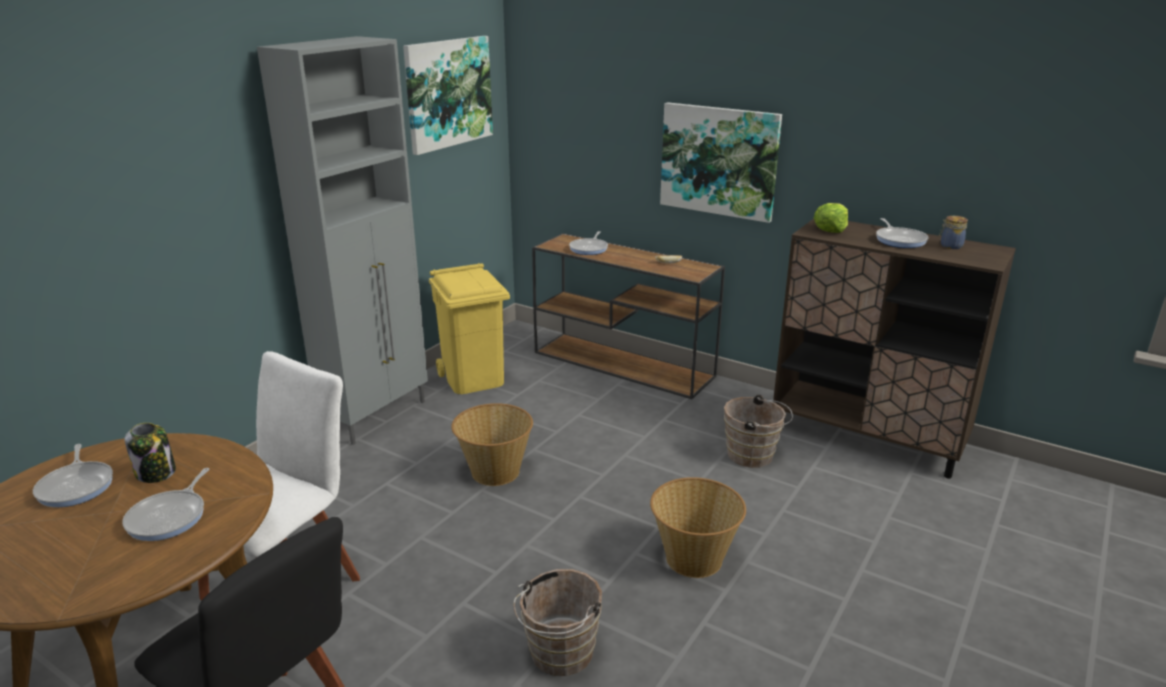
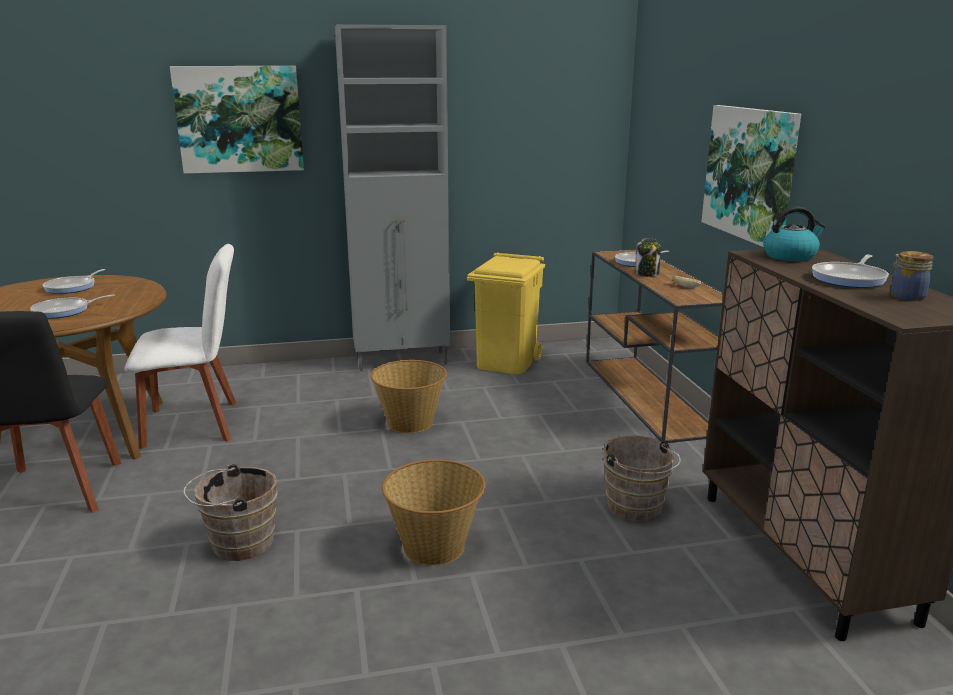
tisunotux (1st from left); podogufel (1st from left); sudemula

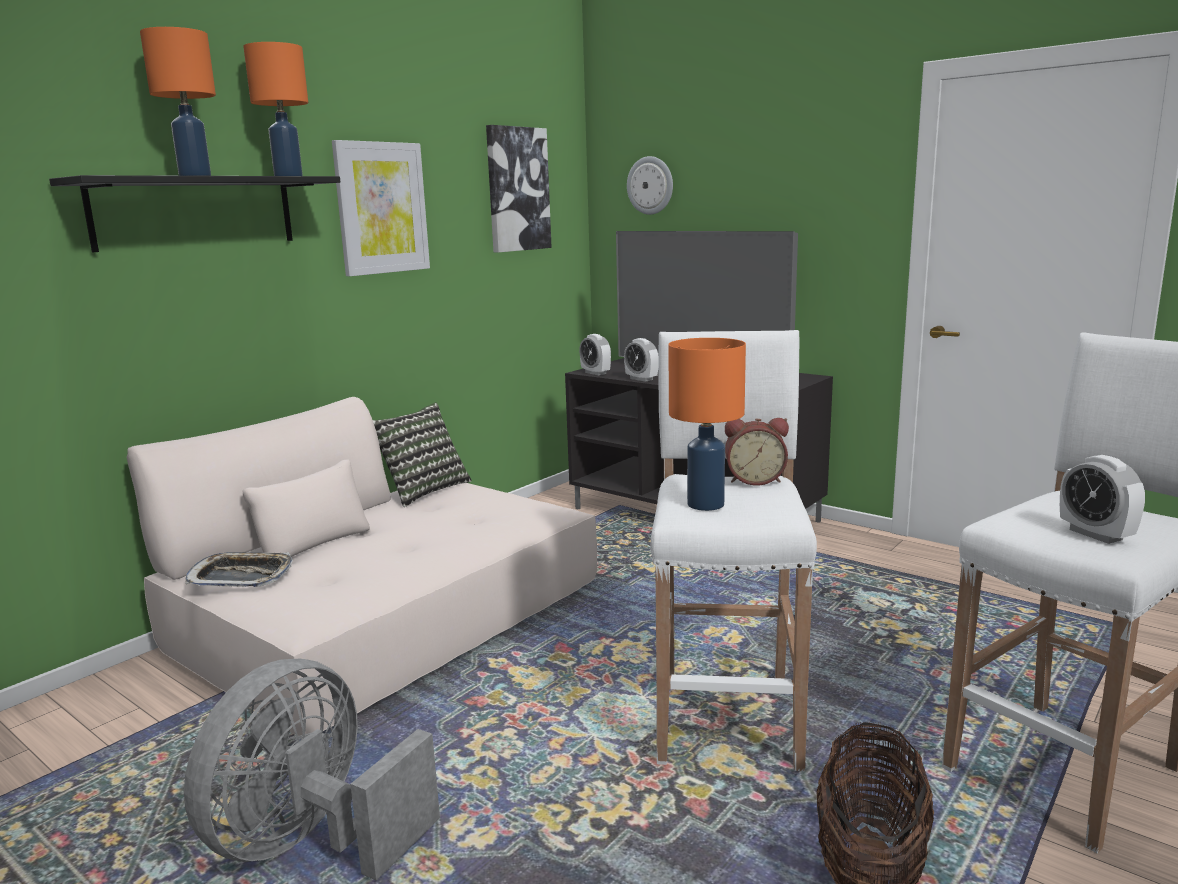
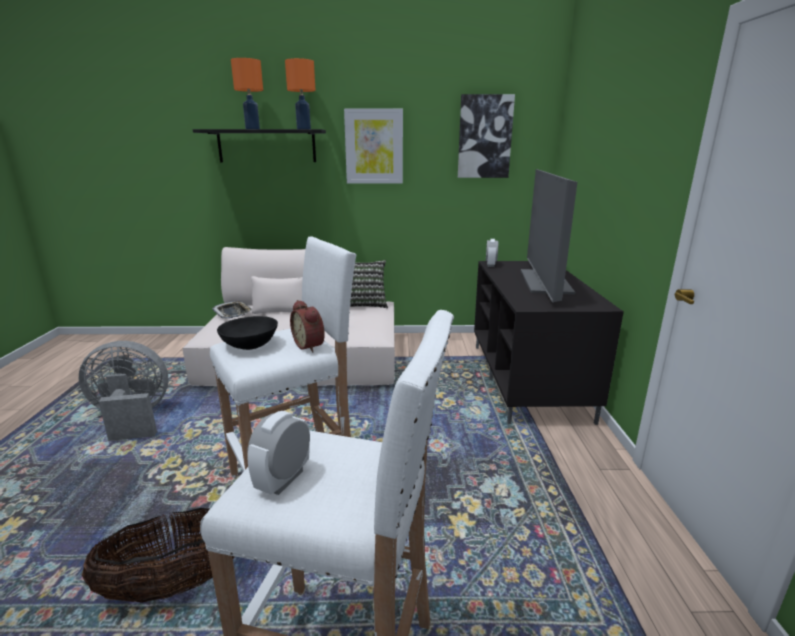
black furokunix; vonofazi (2nd from left in the first image); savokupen

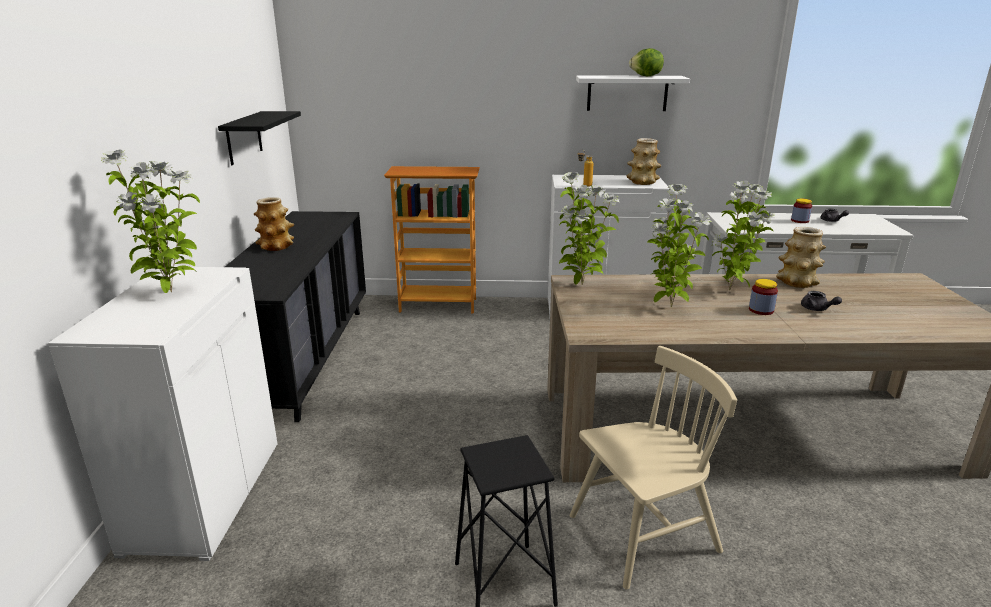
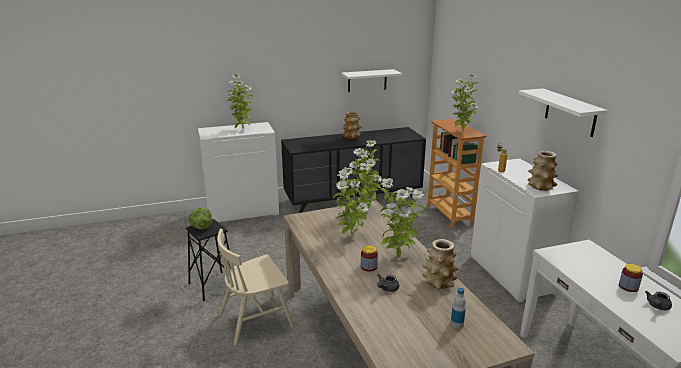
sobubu; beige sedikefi; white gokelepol (1st from left); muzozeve (5th from left); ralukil (1st from left)

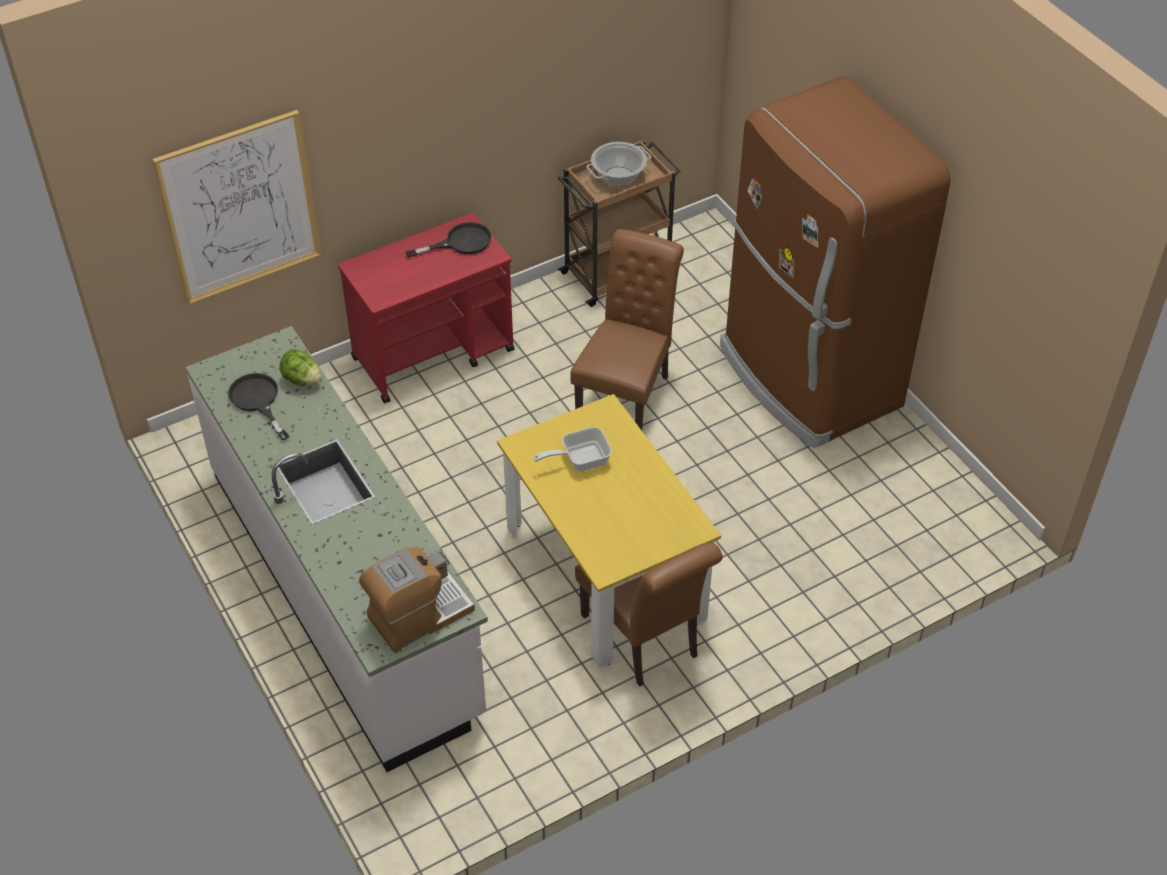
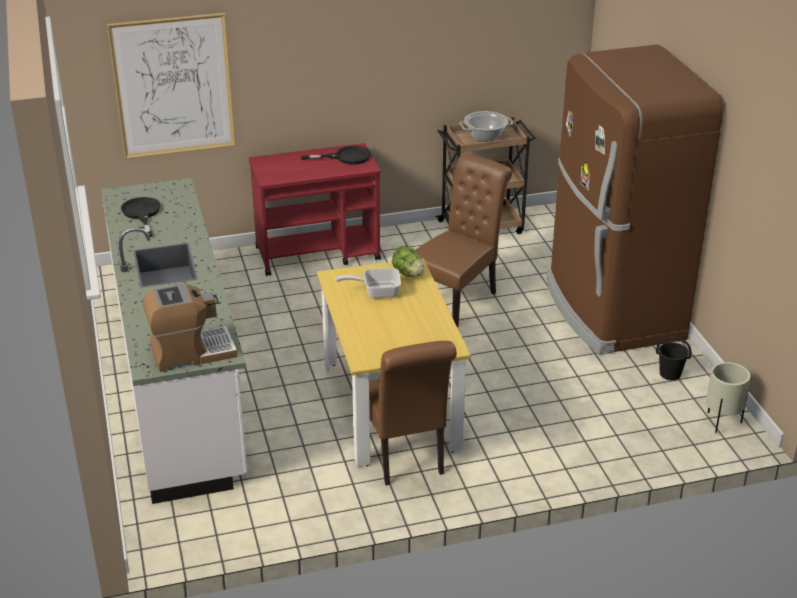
sobubu; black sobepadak; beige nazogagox

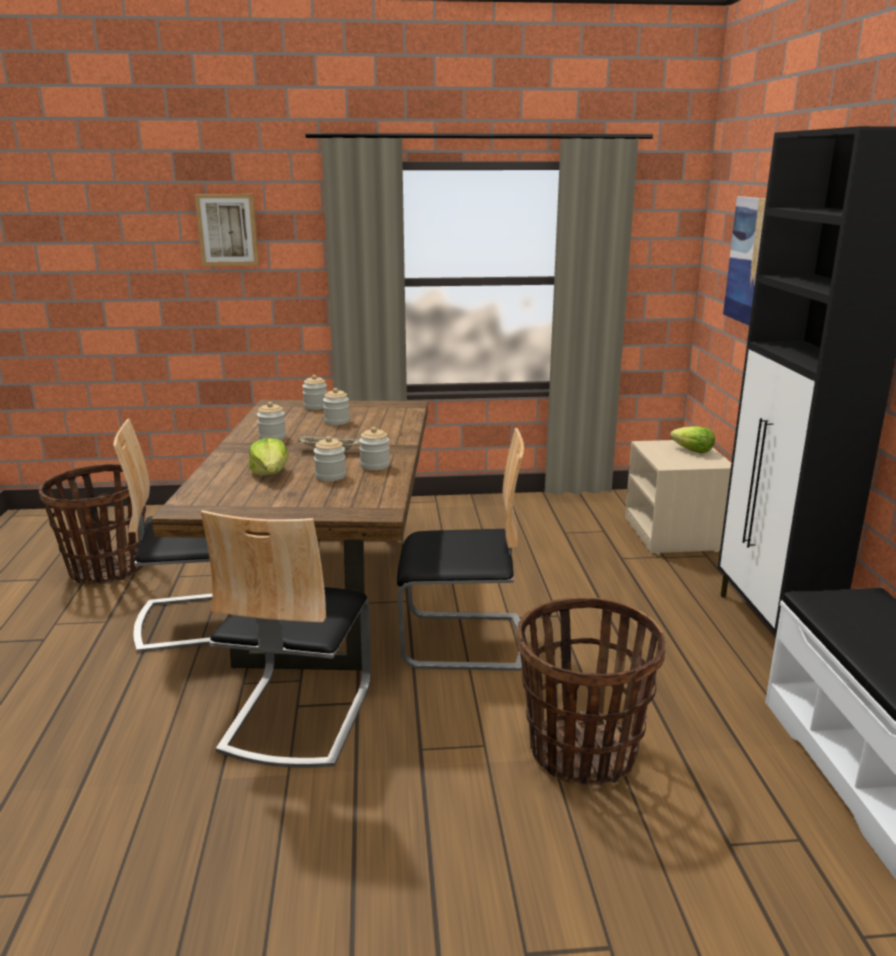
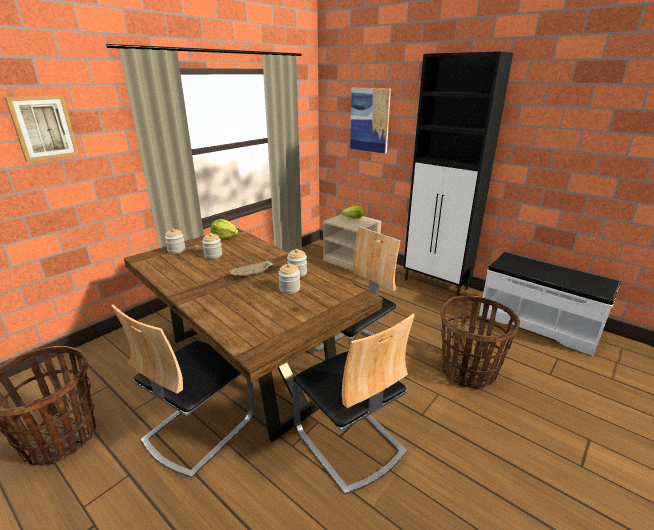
sobubu (1st from left); podogufel (1st from left in the first image)

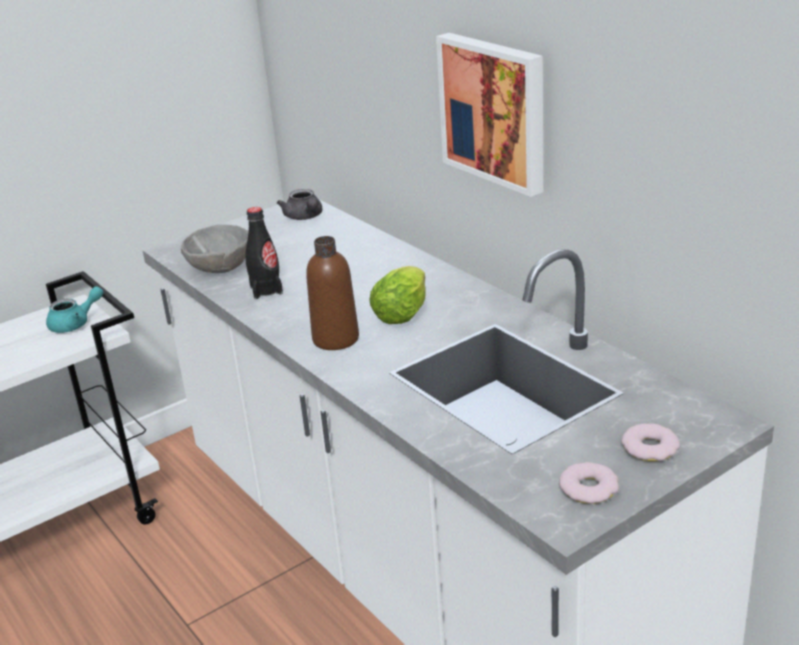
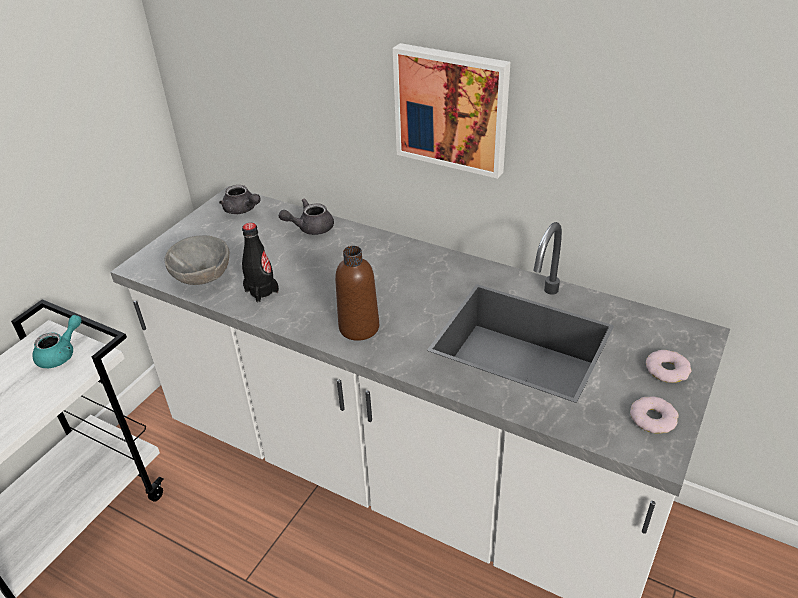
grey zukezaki (2nd from left); sobubu

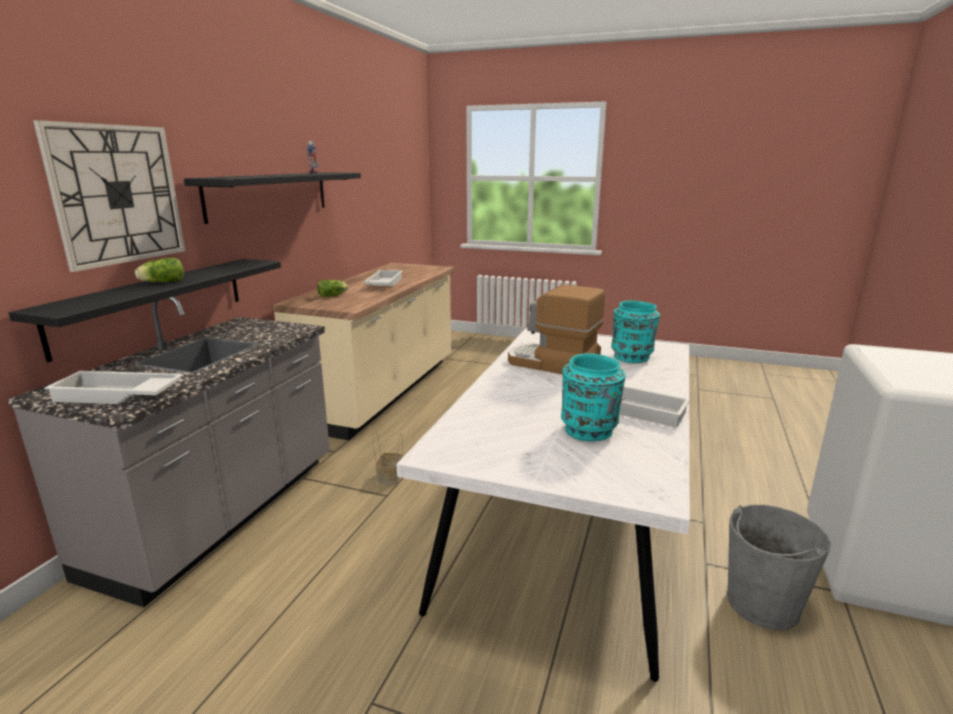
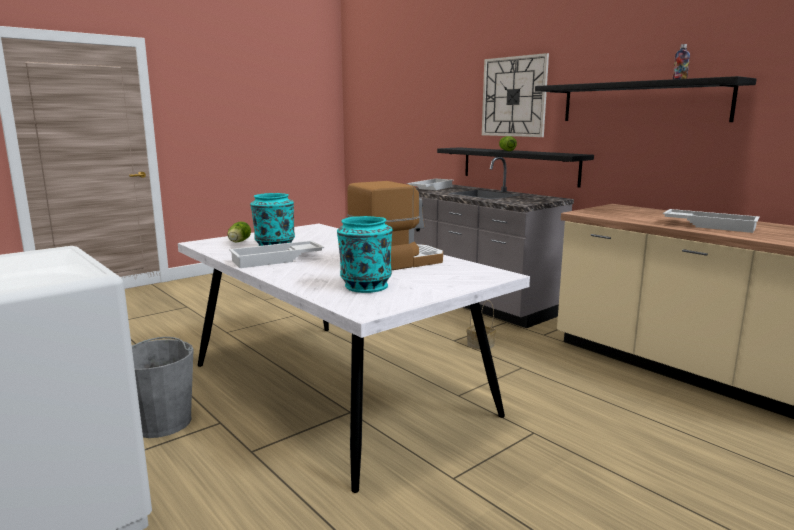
sobubu (1st from left)

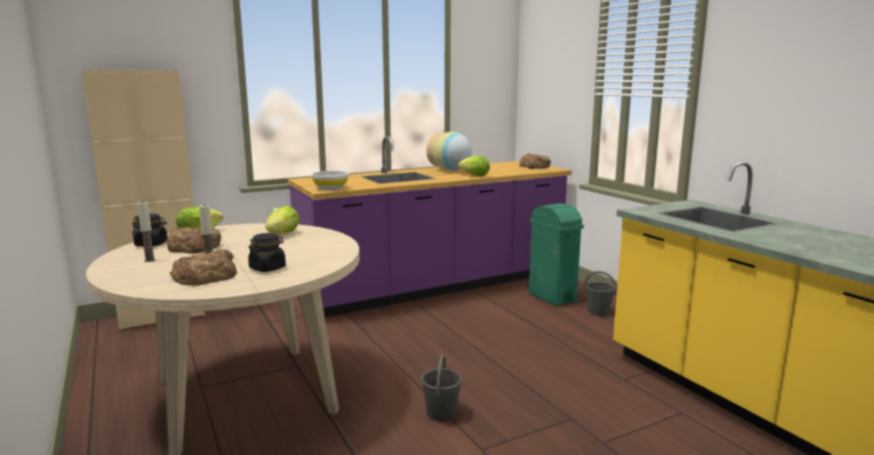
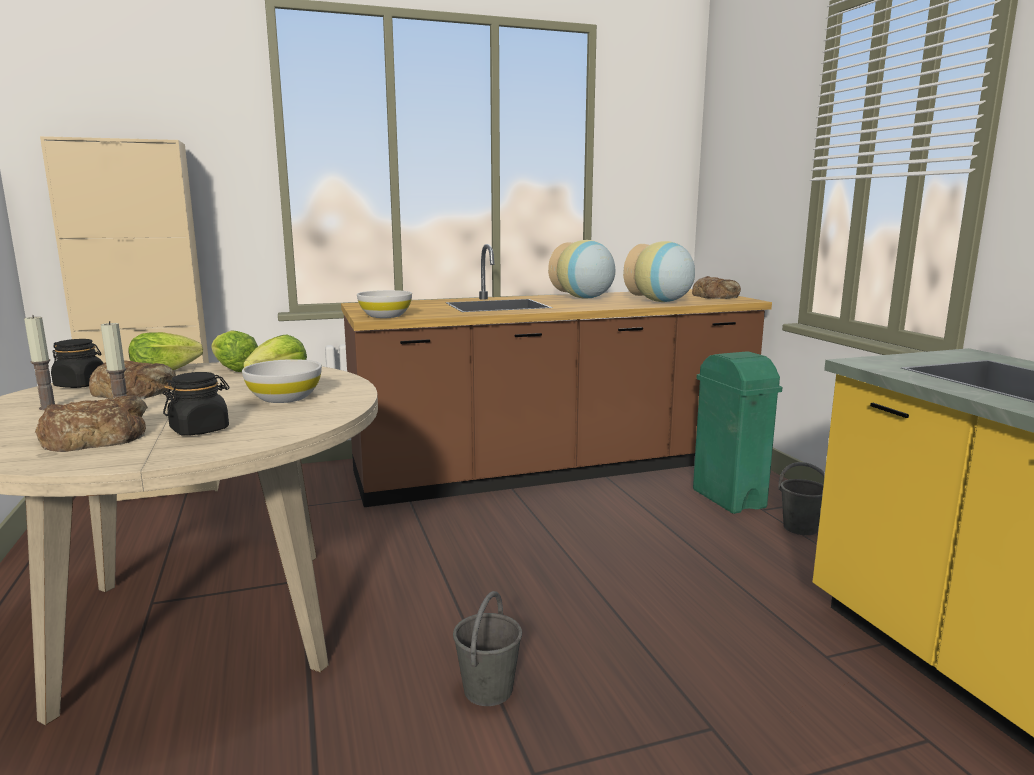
sobubu (2nd from left); white furokunix (1st from left); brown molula; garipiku (2nd from left)

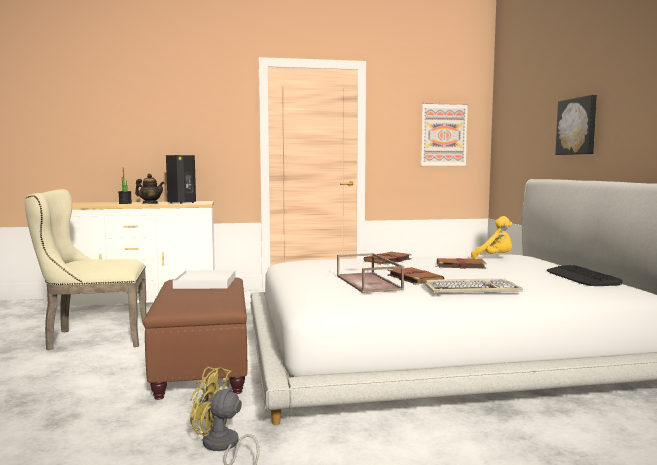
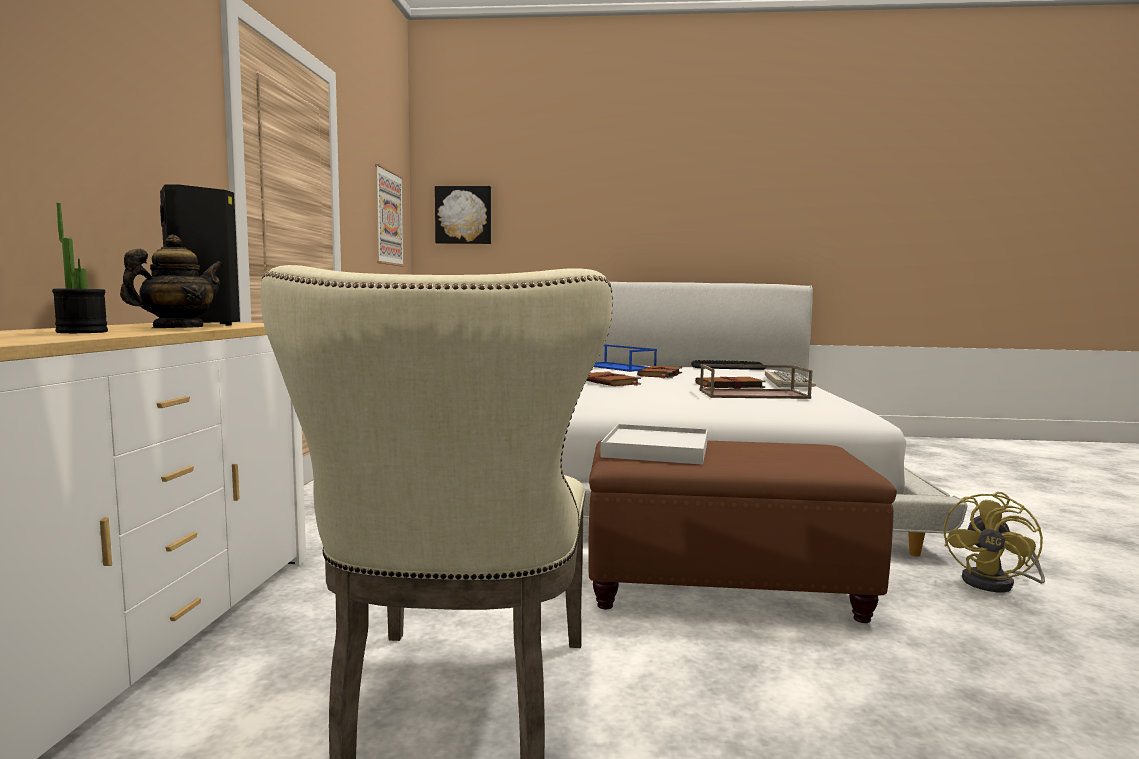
tisunotux (2nd from left); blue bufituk

